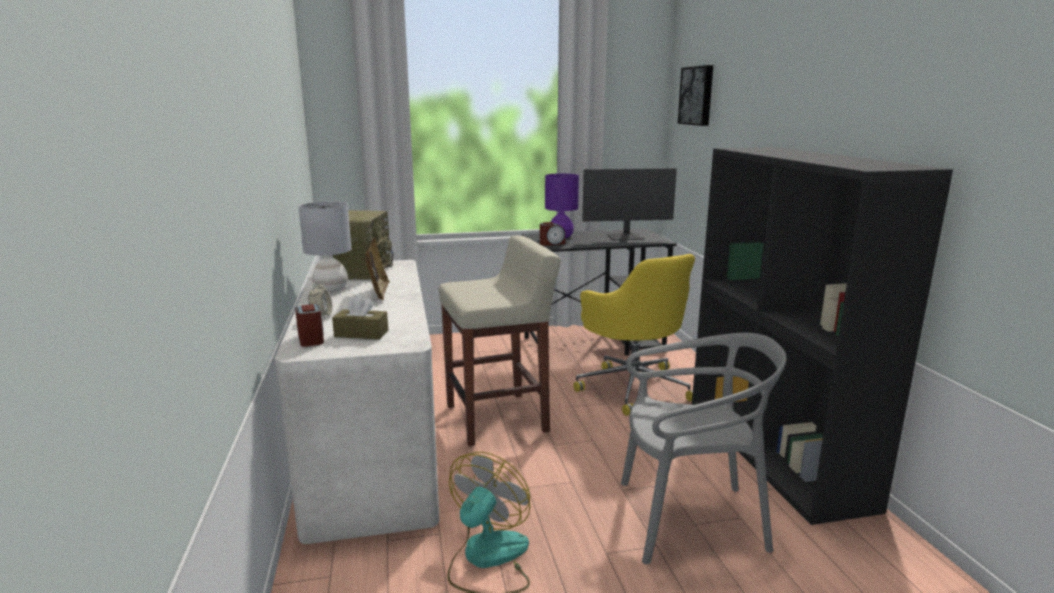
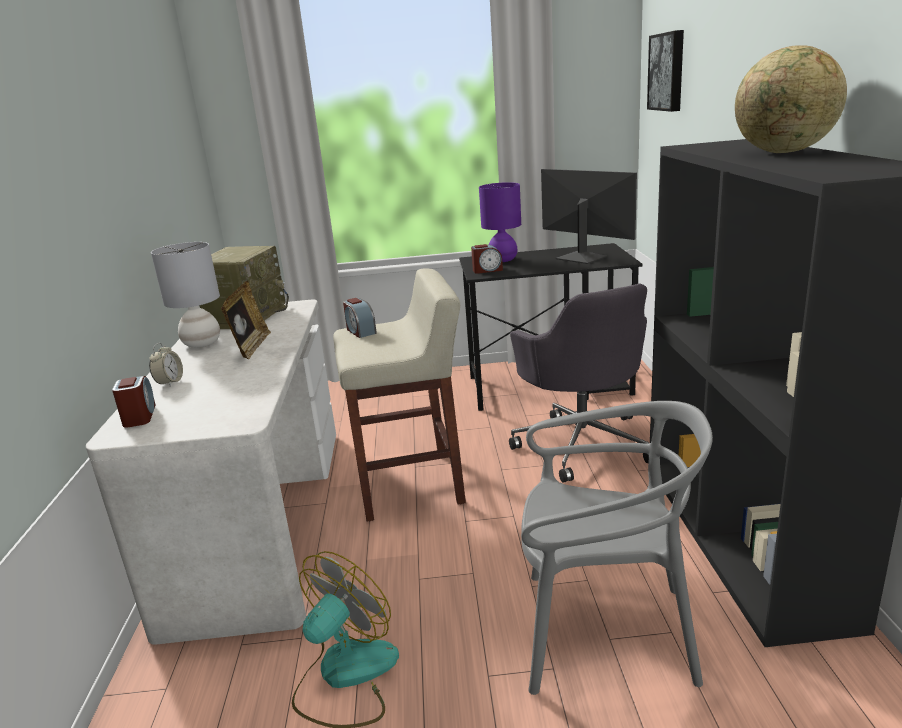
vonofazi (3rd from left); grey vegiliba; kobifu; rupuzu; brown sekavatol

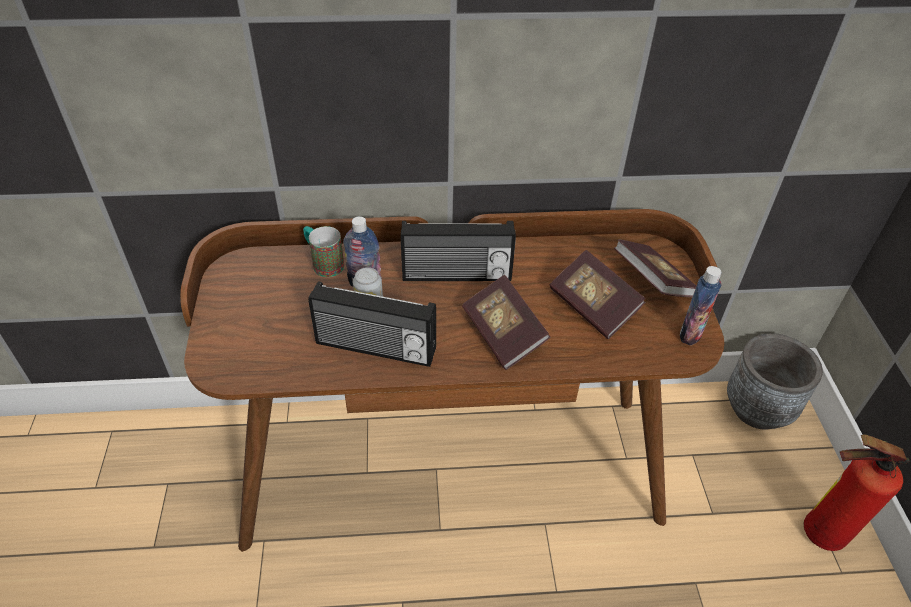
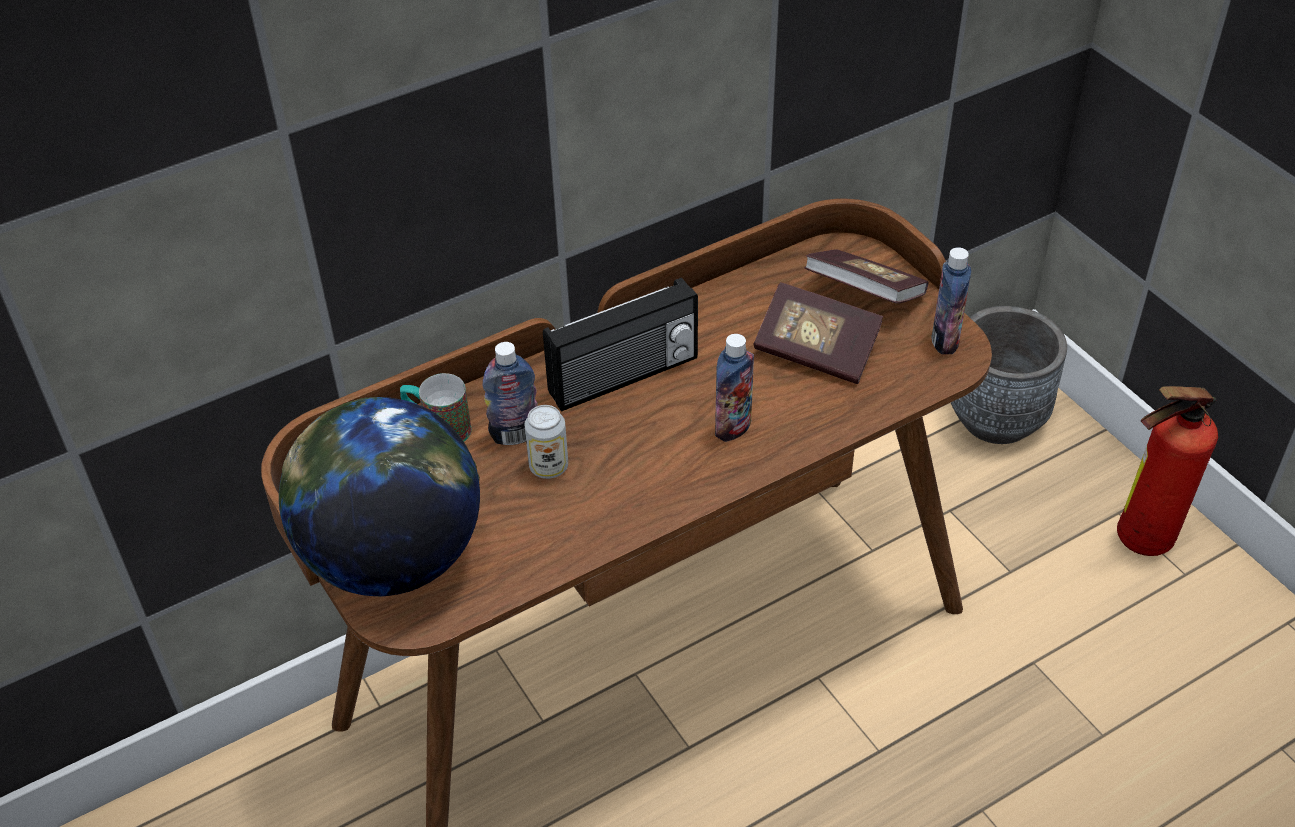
rupuzu; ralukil (2nd from left); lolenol (1st from left in the first image)

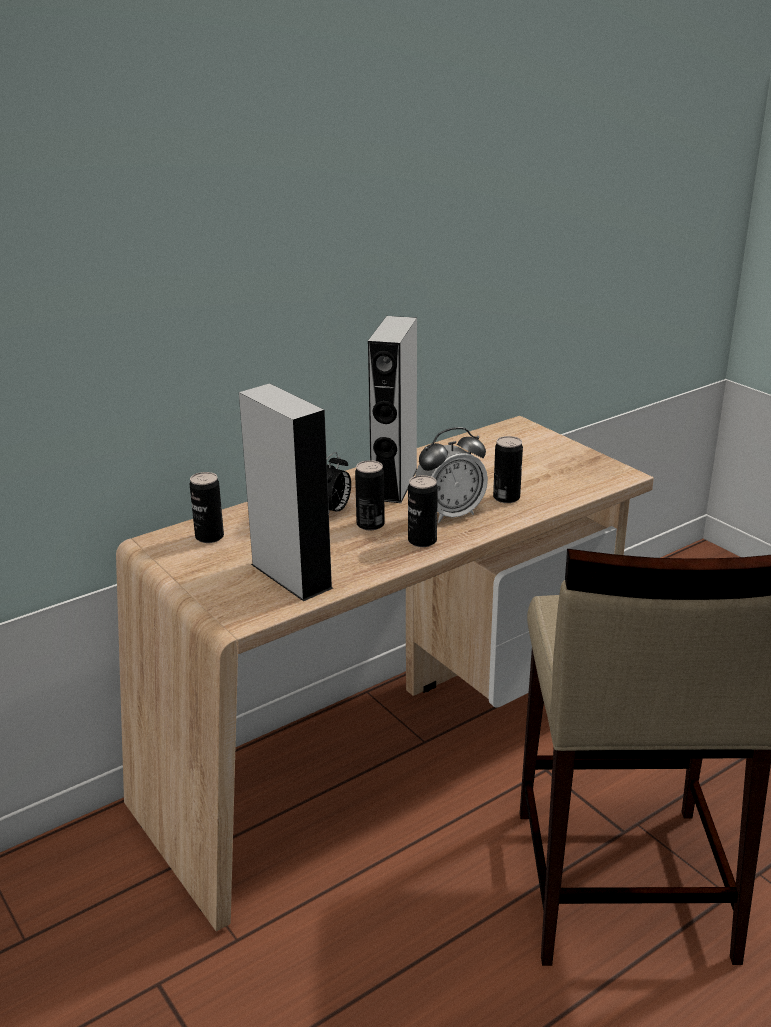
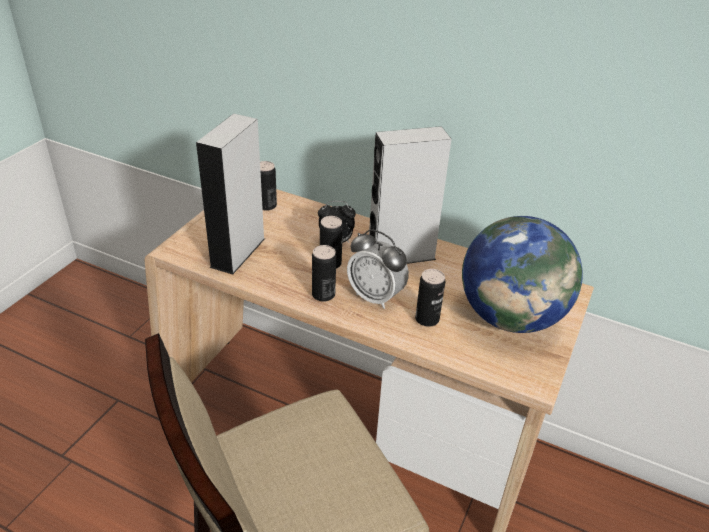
rupuzu

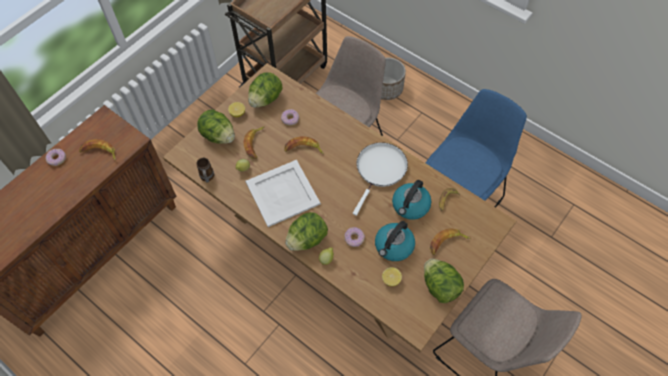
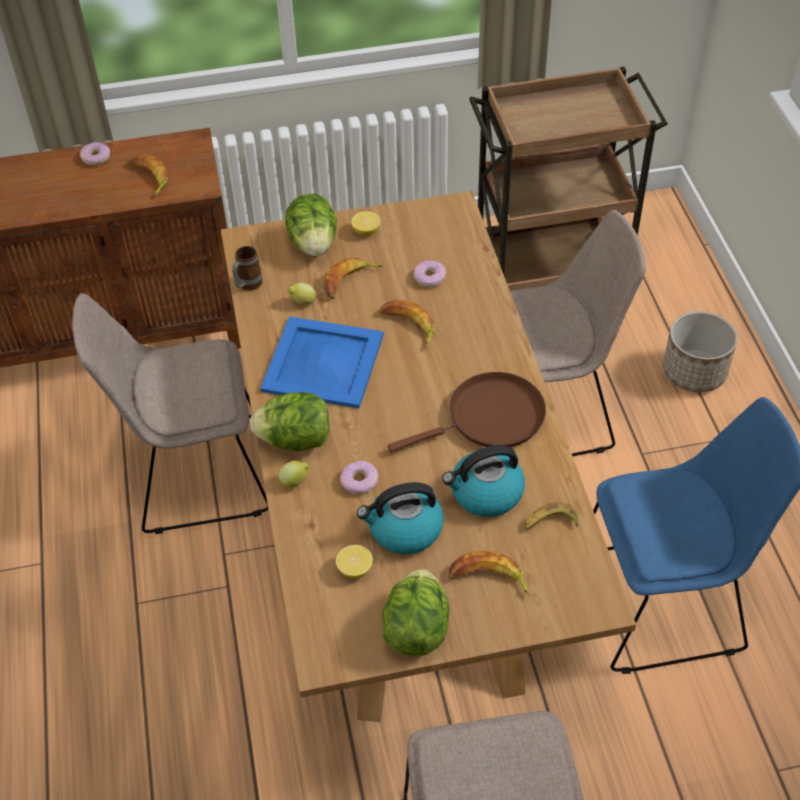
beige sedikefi (1st from left); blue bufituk; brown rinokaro; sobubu (2nd from left in the first image)

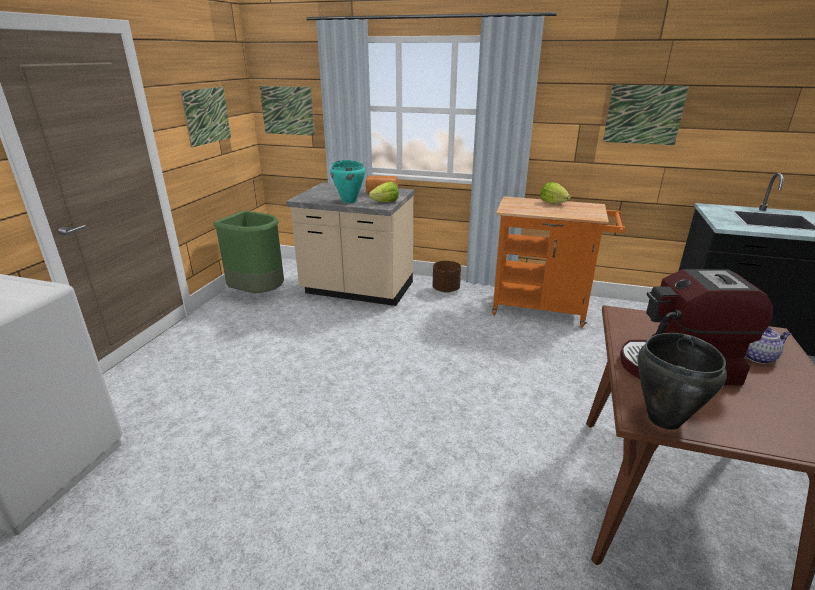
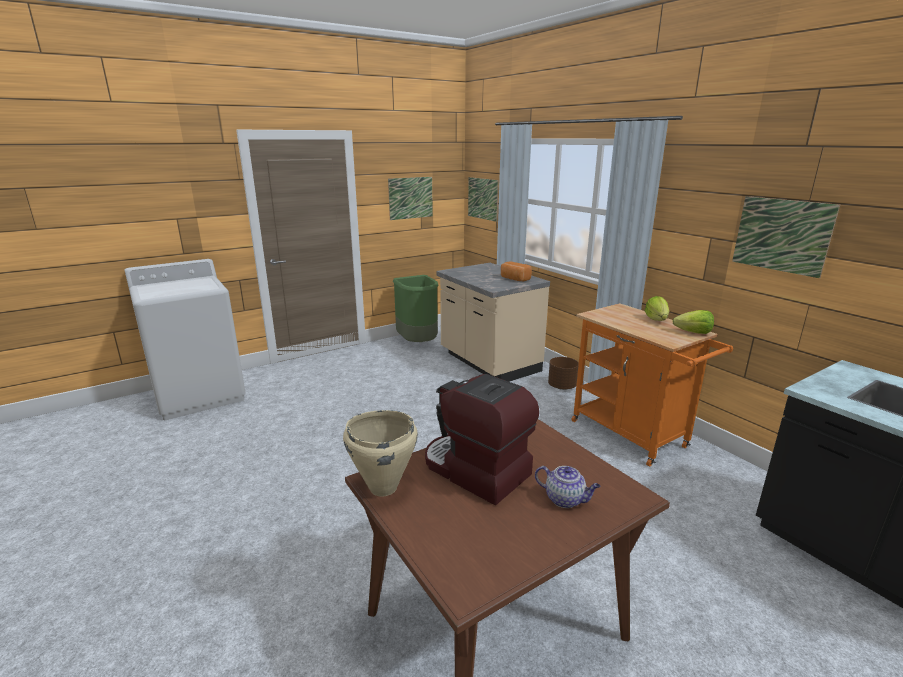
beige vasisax; sobubu (2nd from left); turquoise vasisax

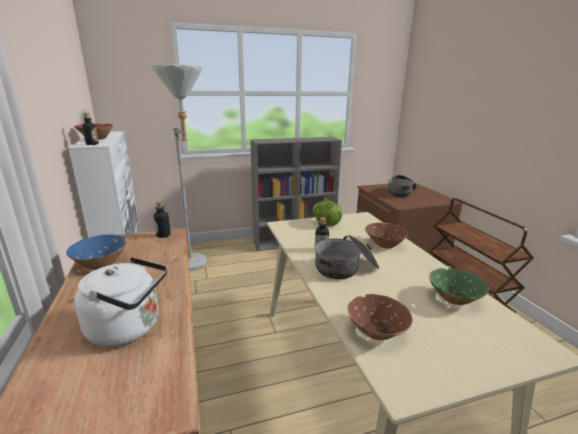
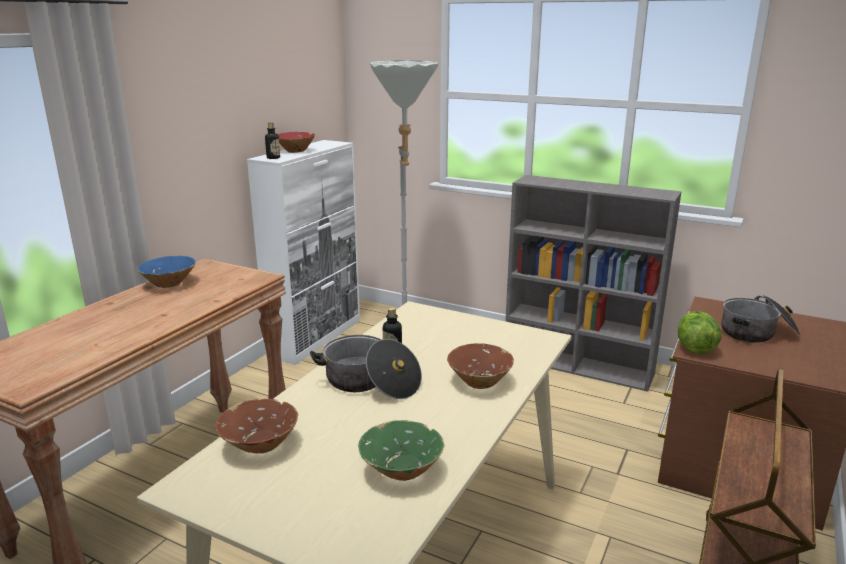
sobubu; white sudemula; ralukil (2nd from left in the first image)

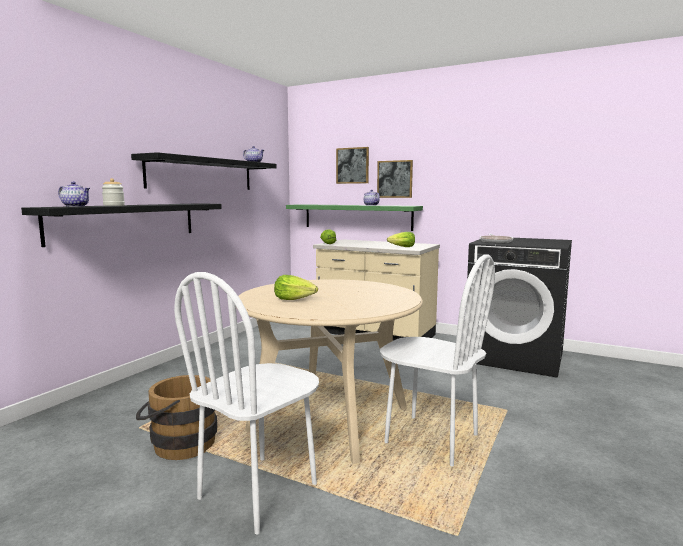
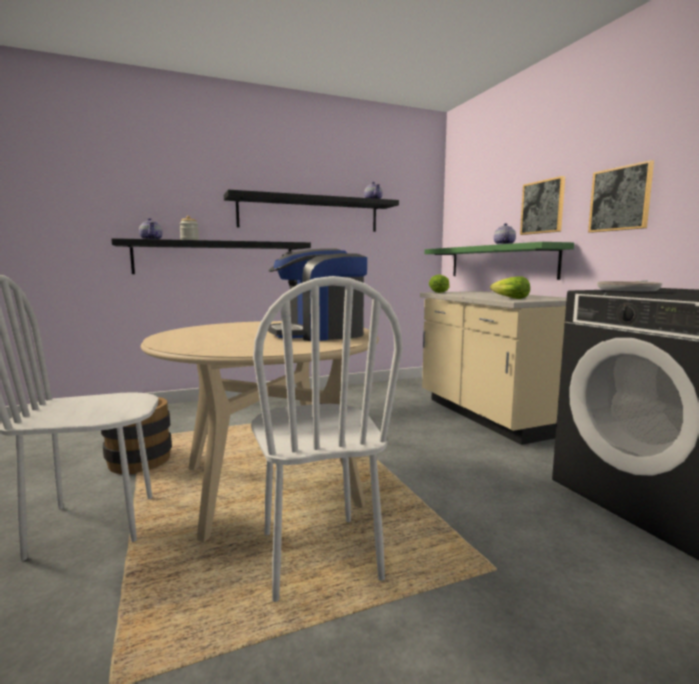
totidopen; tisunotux (2nd from left); sobubu (1st from left in the first image)

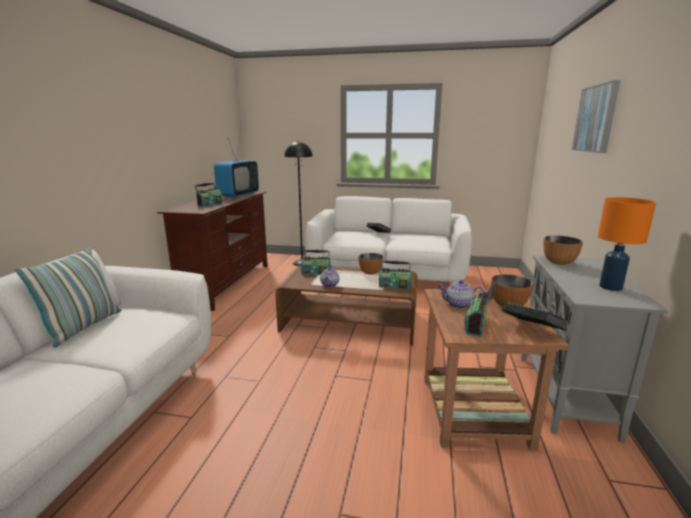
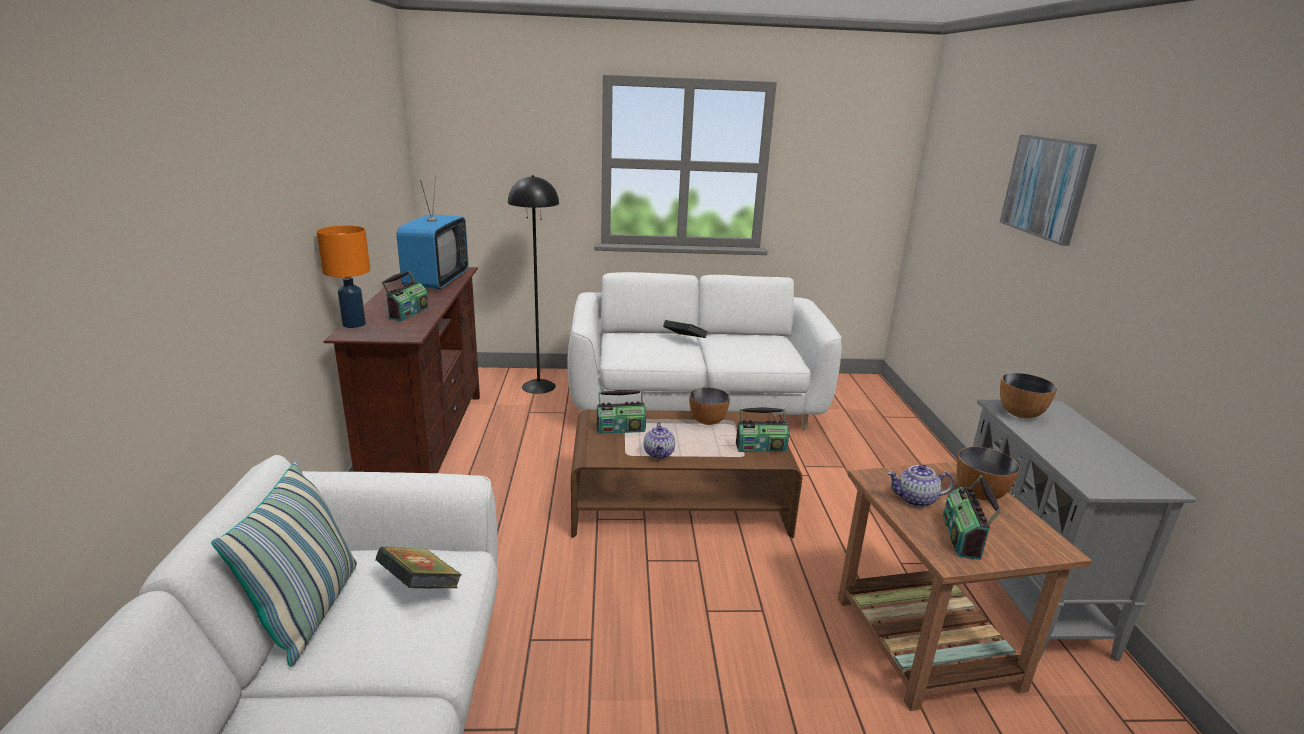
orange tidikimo; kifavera (1st from left)

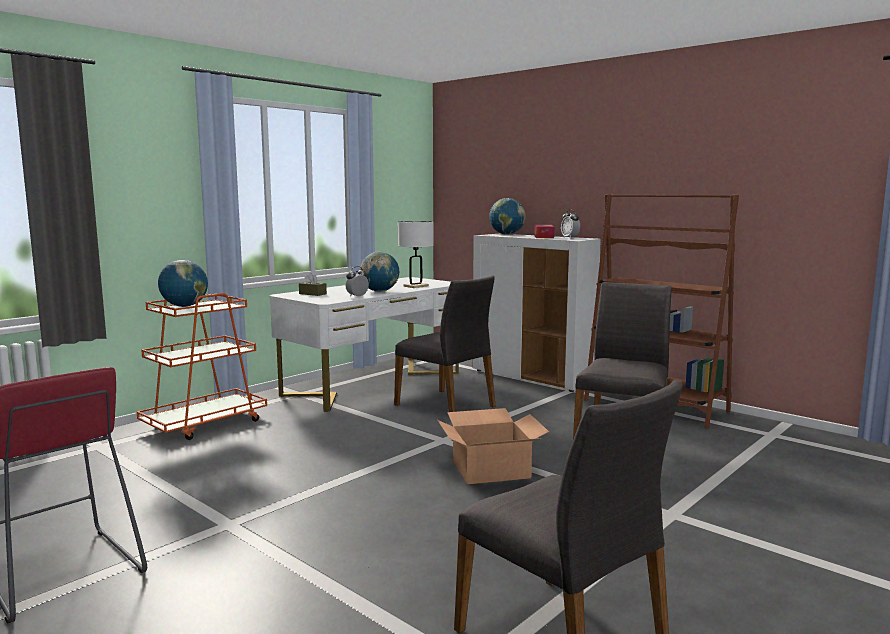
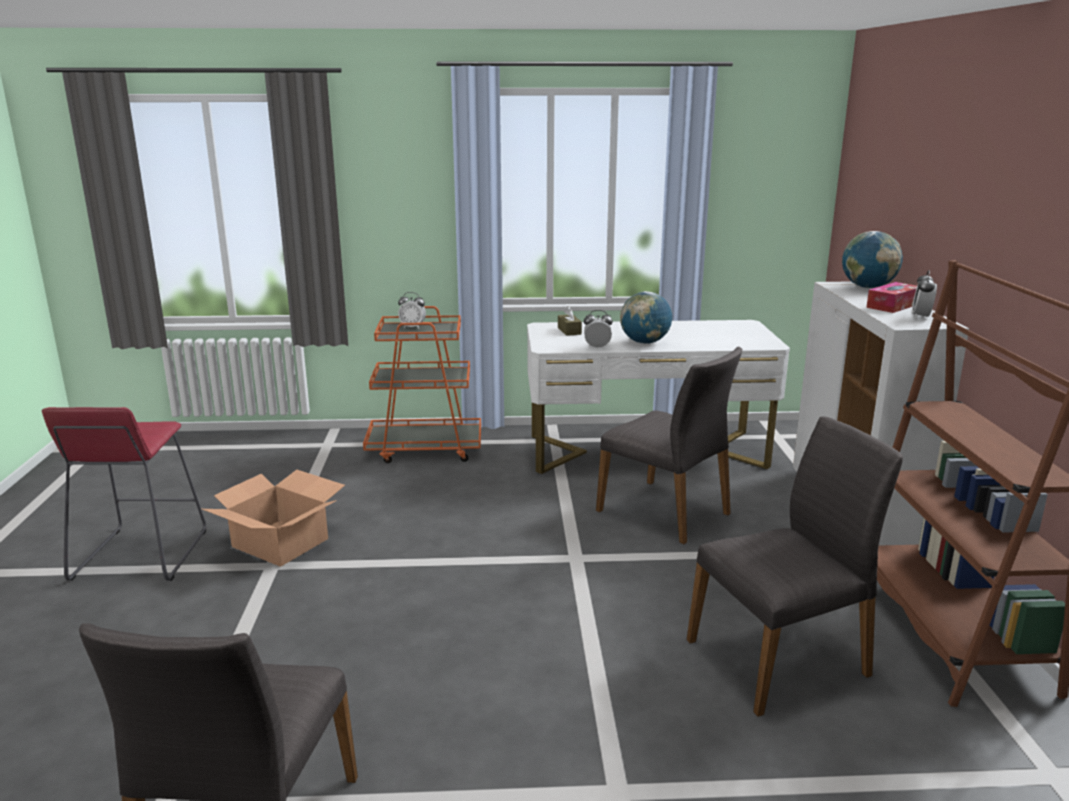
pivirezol; vonofazi (1st from left); grey sedikefi (2nd from left); white tidikimo

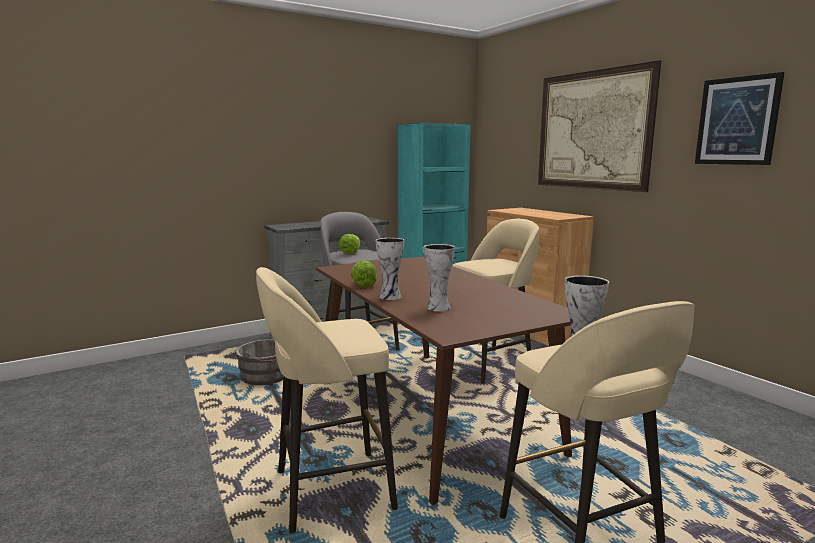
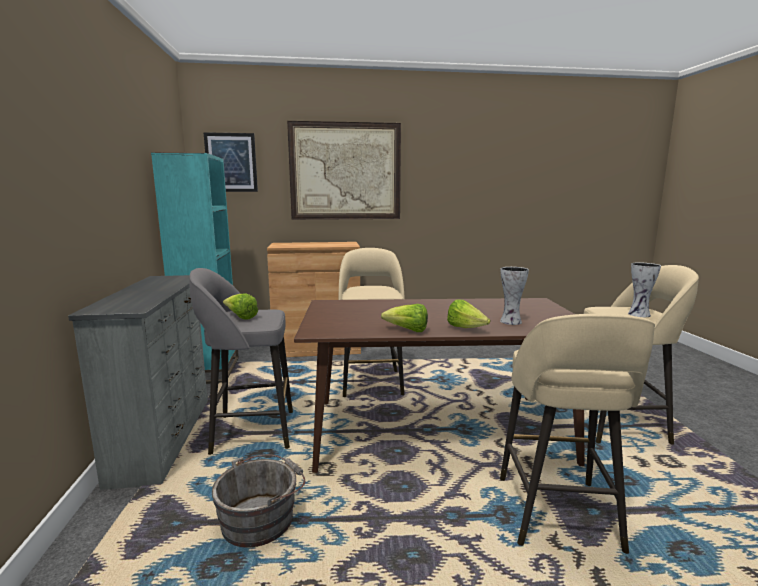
tisunotux (1st from left); sobubu (3rd from left)

